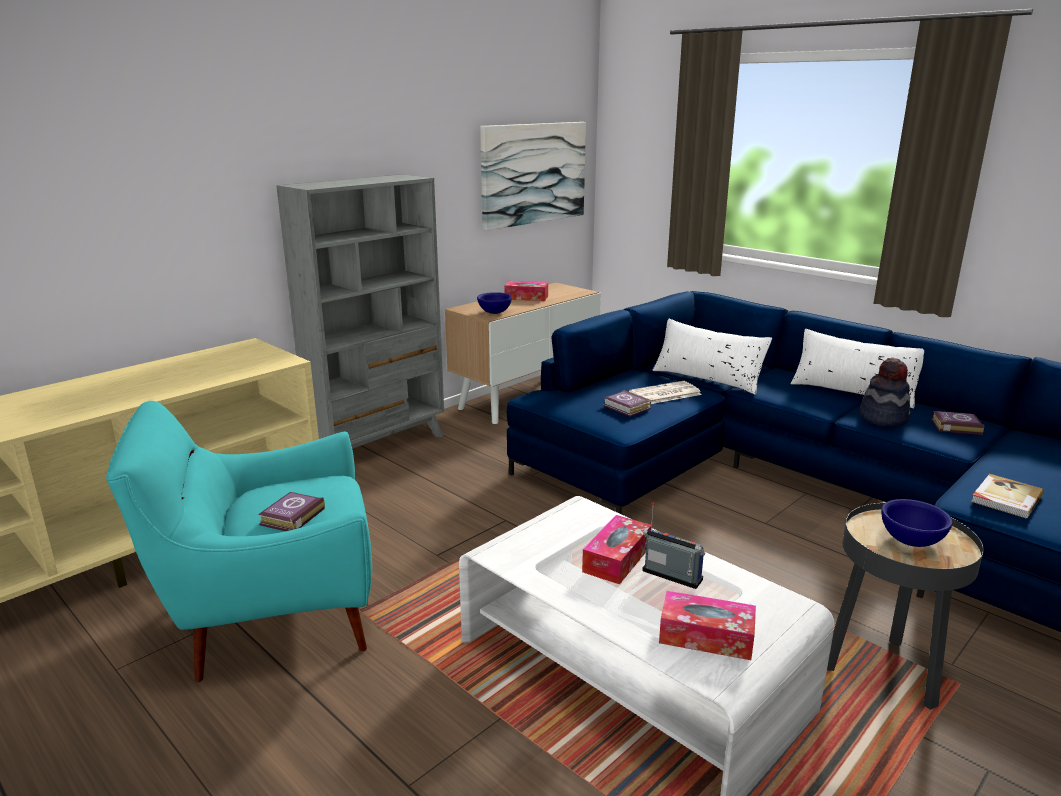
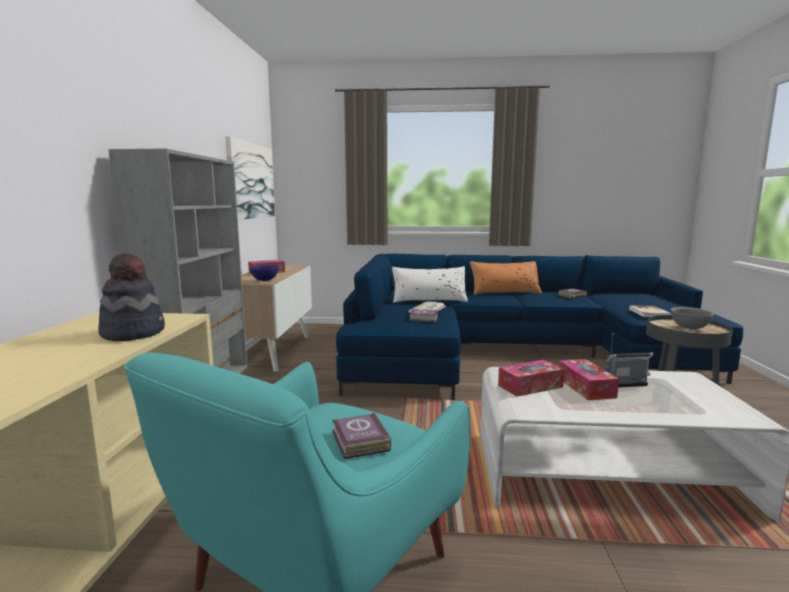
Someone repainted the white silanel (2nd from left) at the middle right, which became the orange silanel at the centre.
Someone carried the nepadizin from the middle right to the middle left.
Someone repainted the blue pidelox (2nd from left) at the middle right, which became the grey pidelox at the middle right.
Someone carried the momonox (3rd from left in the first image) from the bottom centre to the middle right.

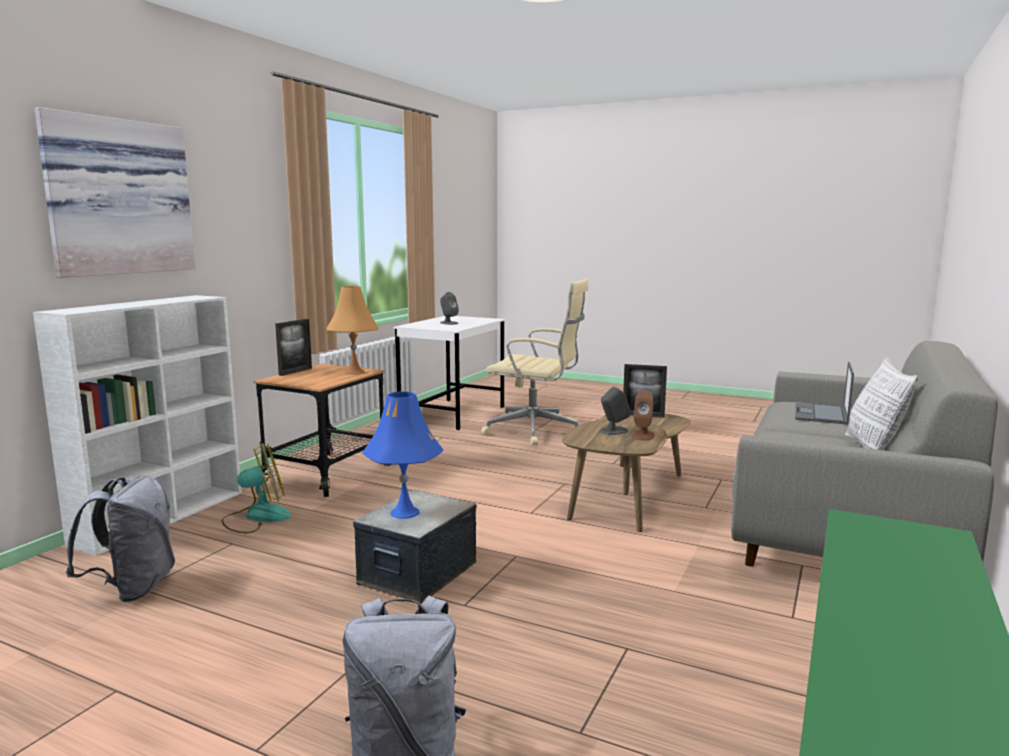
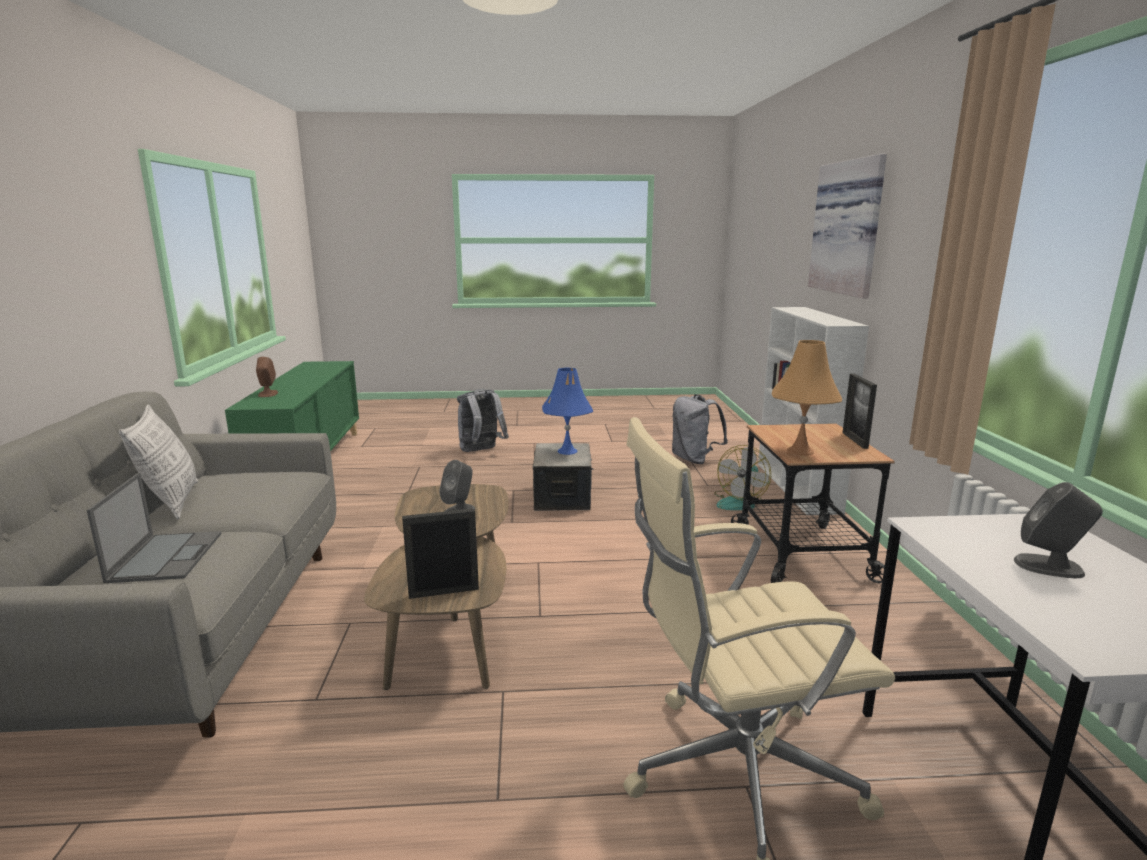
Someone carried the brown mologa from the centre to the middle left.

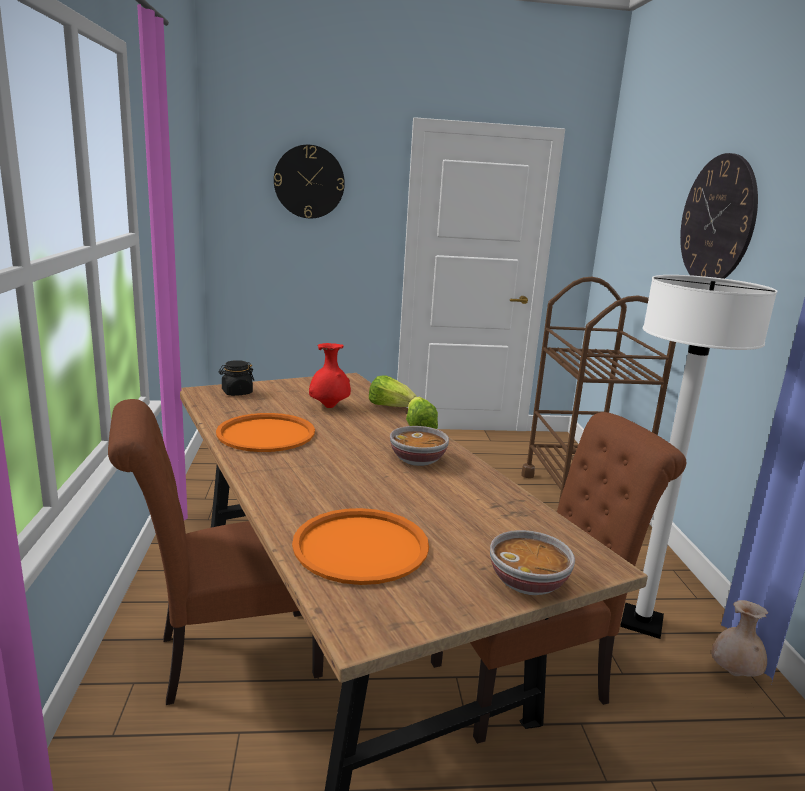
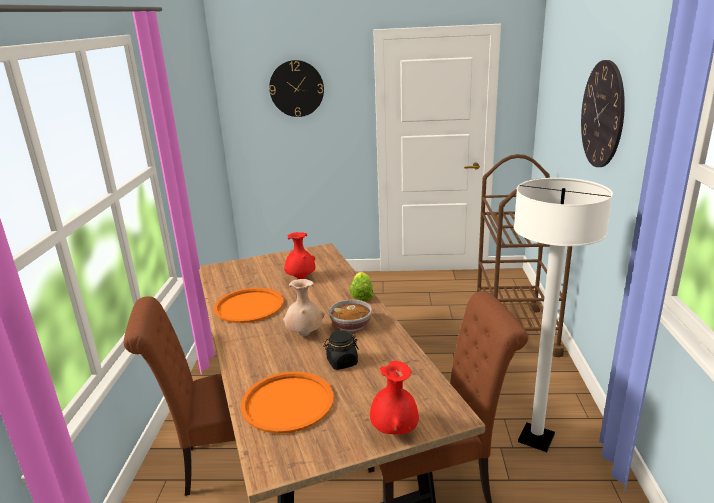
Someone carried the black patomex from the middle left to the bottom centre.
Someone took away the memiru (1st from left) at the centre.
Someone swapped the pidelox (2nd from left) at the bottom centre for the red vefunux (2nd from left) at the bottom centre.
Someone carried the beige vefunux from the bottom right to the centre.

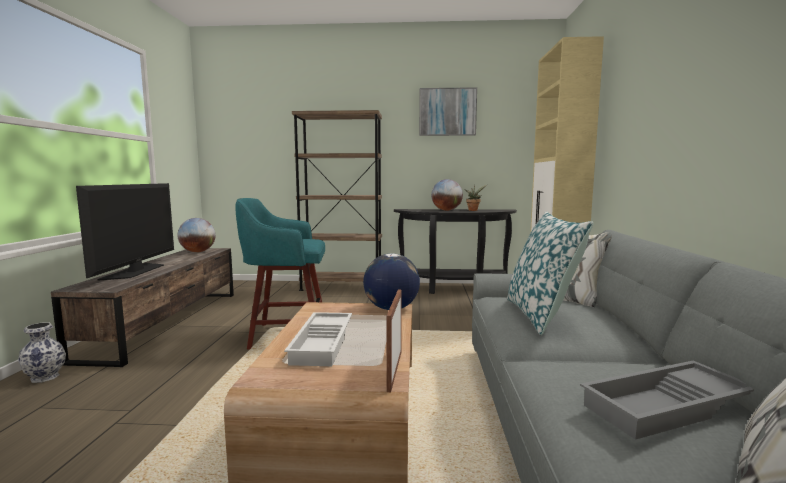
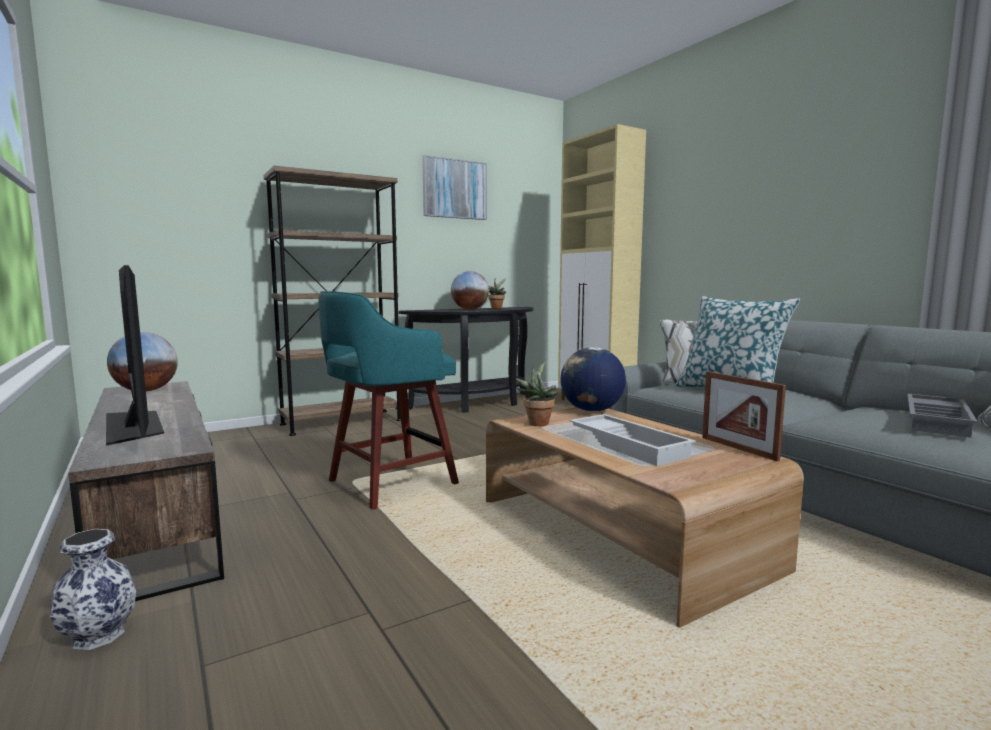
Someone put down the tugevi (2nd from left) at the centre.

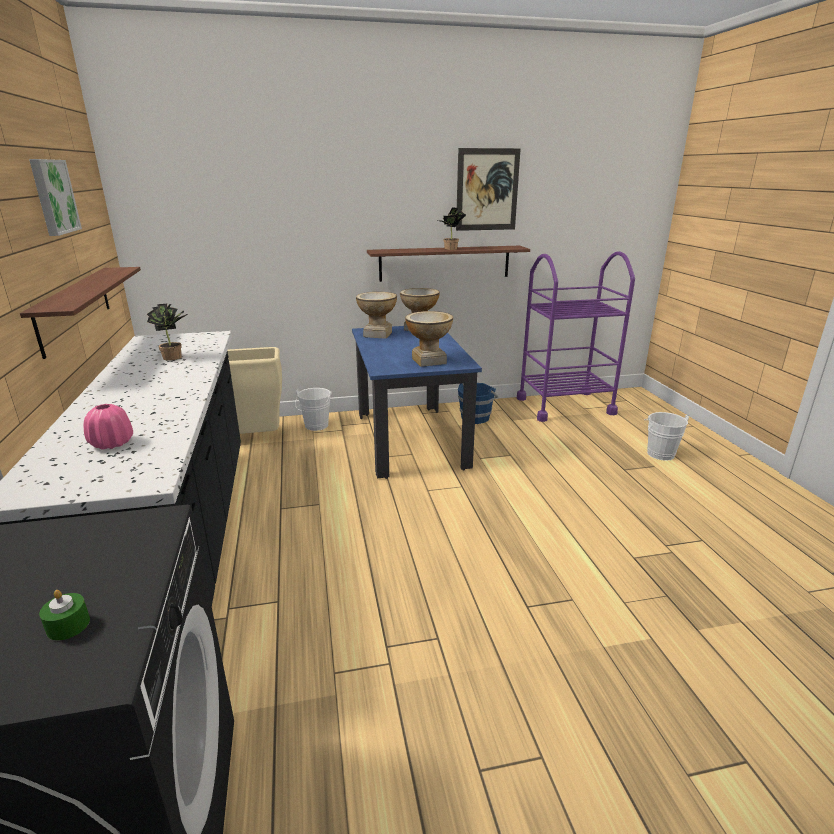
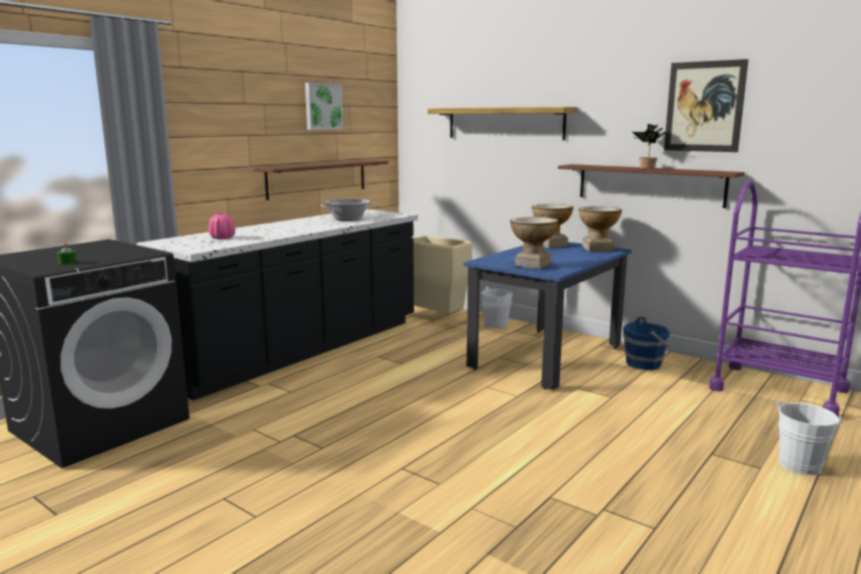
Someone swapped the tugevi (1st from left) at the middle left for the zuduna at the centre.
Someone put up the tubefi (2nd from left) at the top centre.

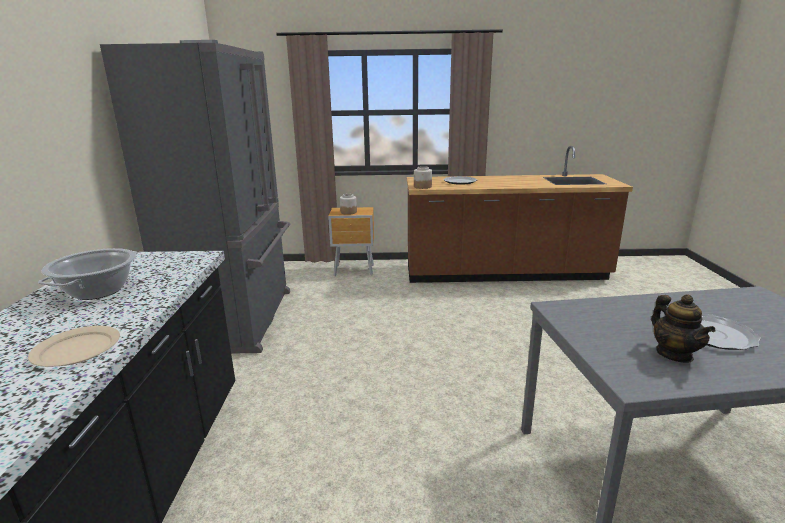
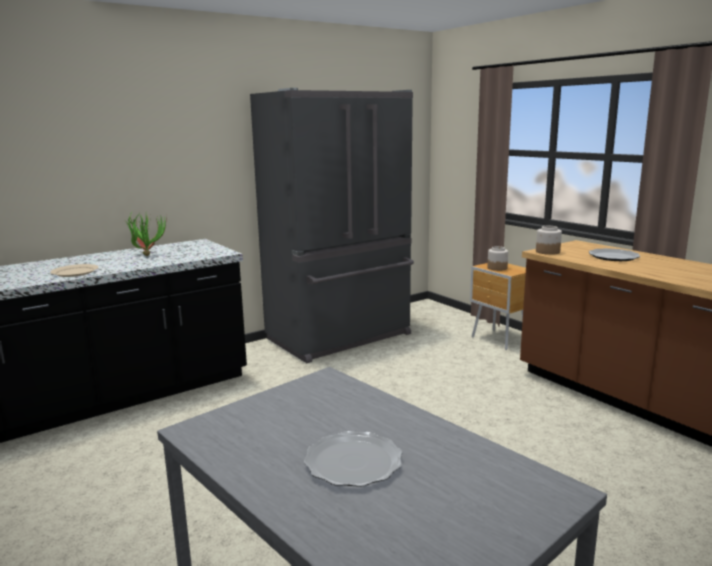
Someone swapped the zuduna at the middle left for the tugevi at the middle left.
Someone took away the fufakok at the middle right.

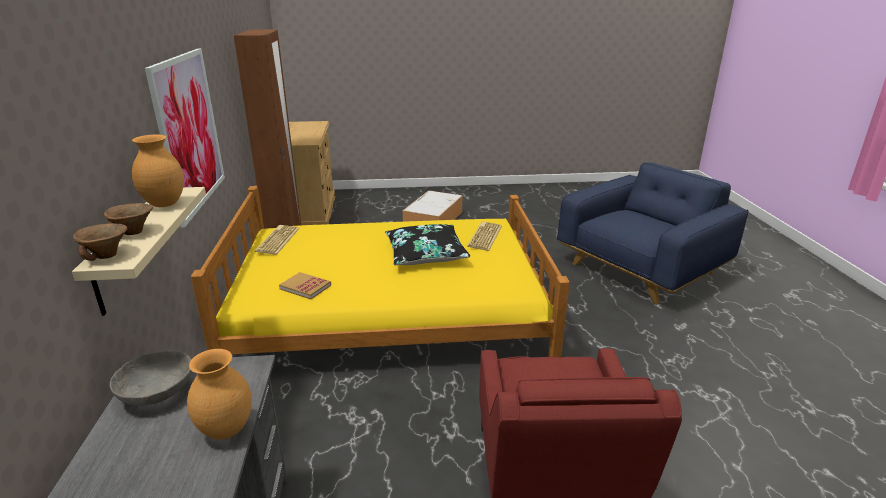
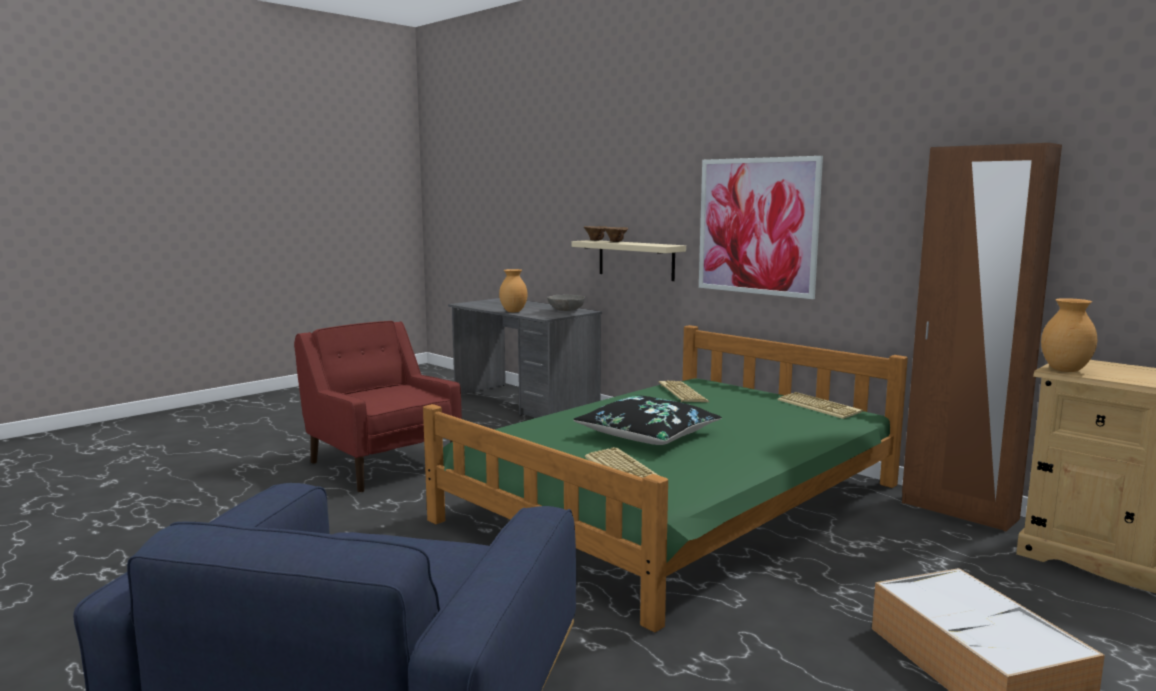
Someone carried the brown vefunux (1st from left in the first image) from the middle left to the middle right.
Someone repainted the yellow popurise at the centre, which became the green popurise at the bottom centre.
Someone swapped the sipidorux at the centre for the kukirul (2nd from left) at the centre.

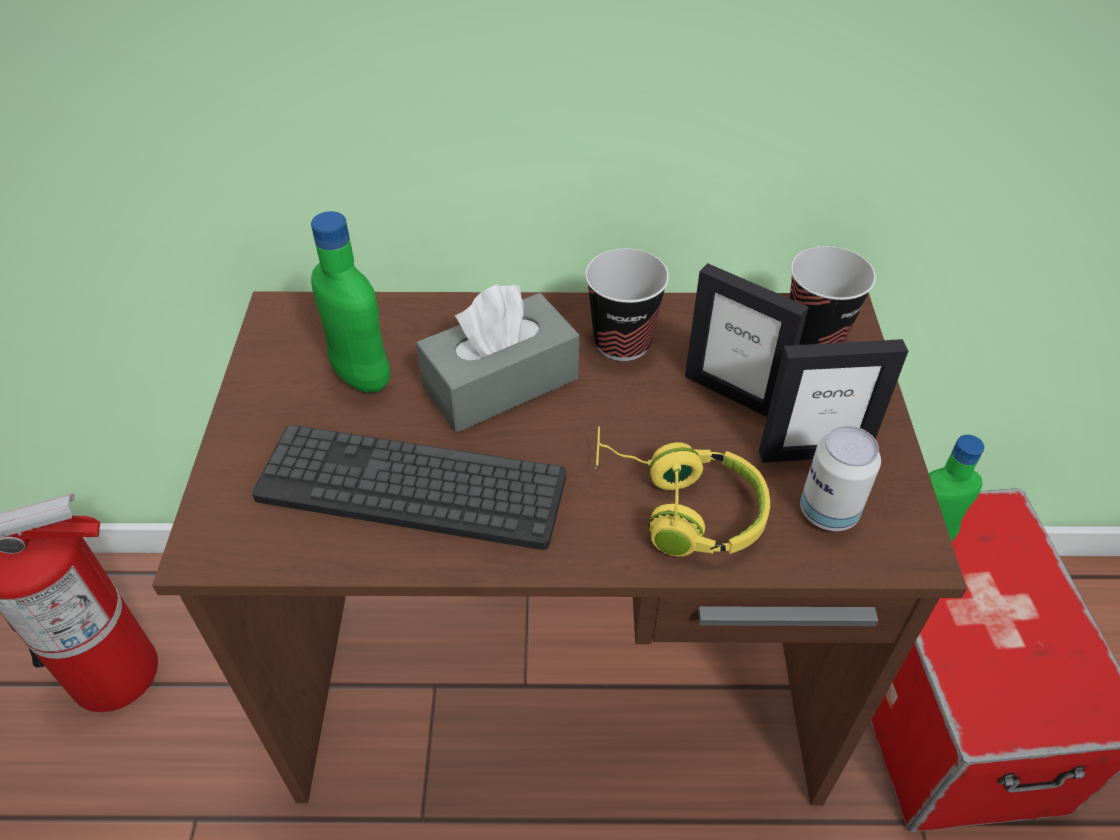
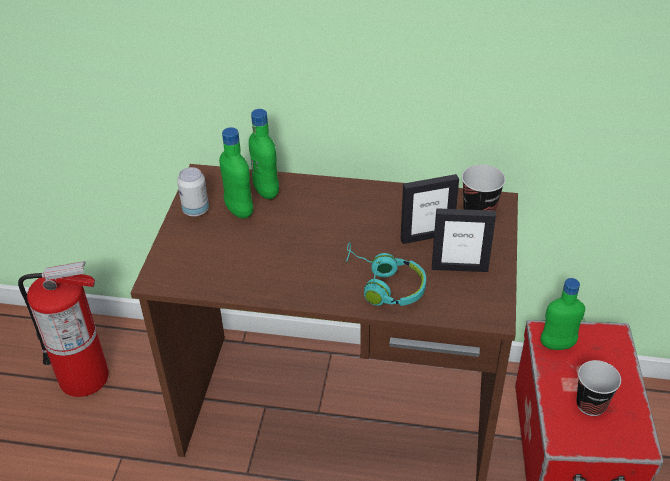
Someone carried the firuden (1st from left in the first image) from the centre to the bottom right.
Someone rotated the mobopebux (1st from left) at the middle right by 60 degrees counterclockwise.
Someone took away the grey momonox at the centre.
Someone took away the kukirul at the centre.
Someone repainted the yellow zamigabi at the centre, which became the turquoise zamigabi at the centre.
Someone carried the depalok from the middle right to the middle left.
Someone put down the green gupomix (2nd from left) at the top centre.

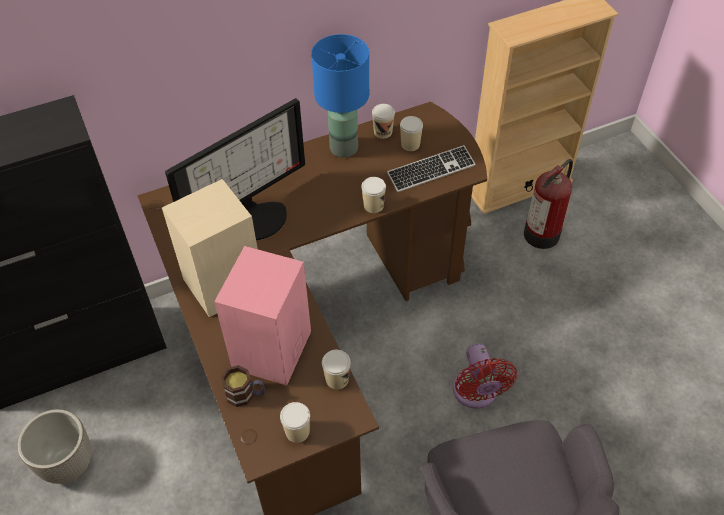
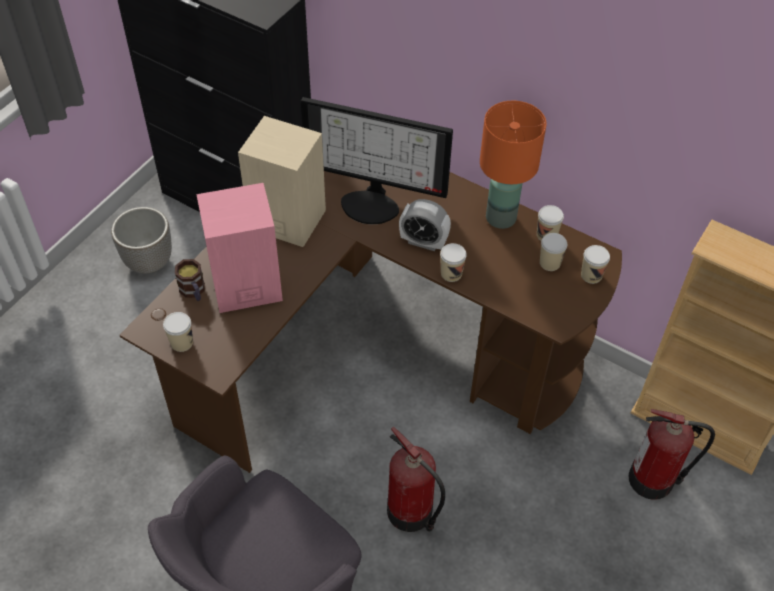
Someone repainted the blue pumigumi at the top centre, which became the orange pumigumi at the top centre.
Someone took away the kukirul at the top centre.
Someone swapped the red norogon at the bottom right for the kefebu (1st from left) at the bottom centre.
Someone carried the firuden (2nd from left in the first image) from the bottom centre to the middle right.
Someone put down the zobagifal at the centre.

